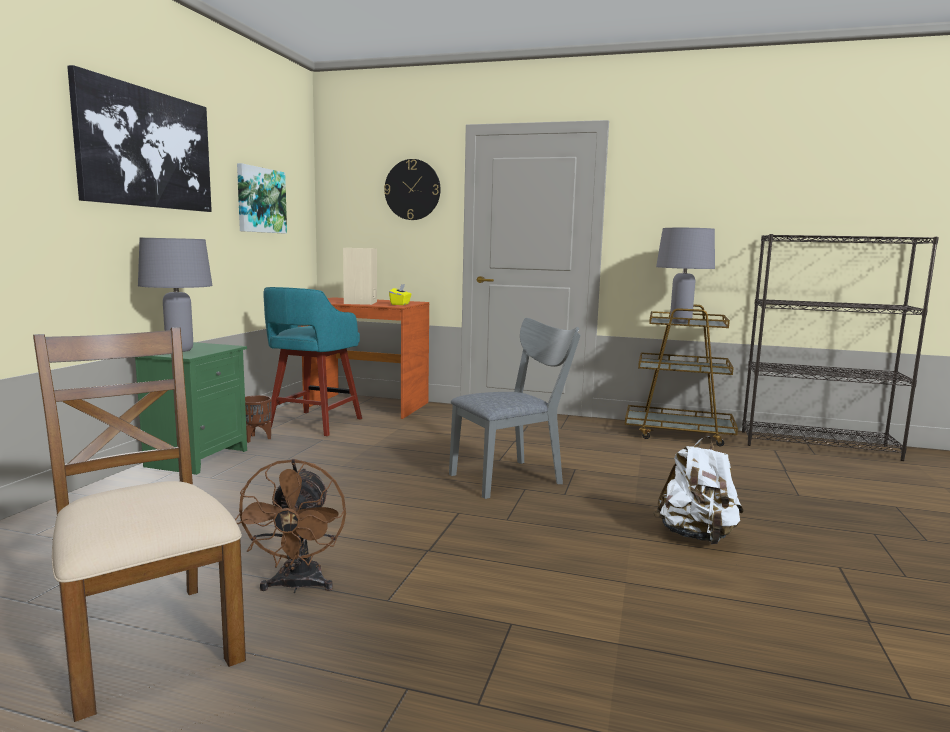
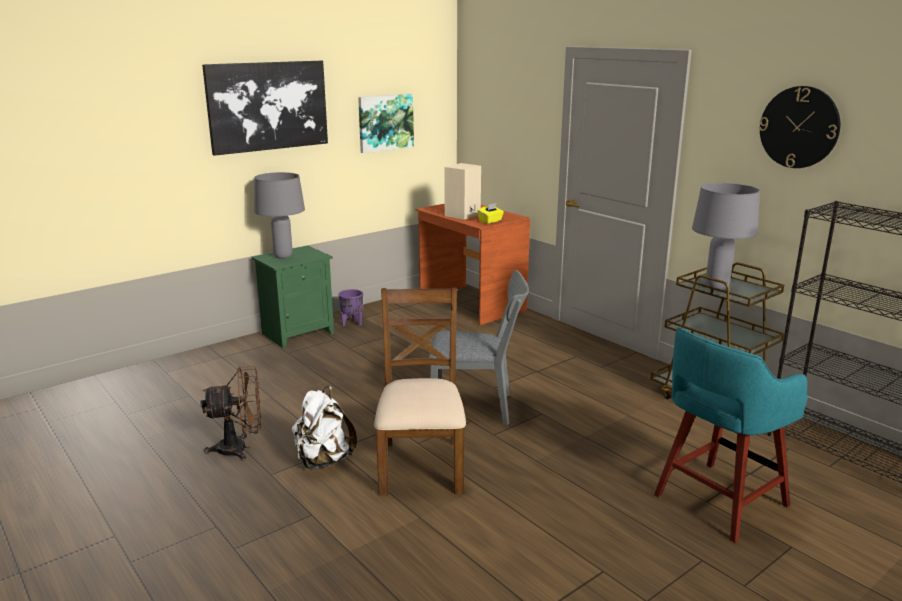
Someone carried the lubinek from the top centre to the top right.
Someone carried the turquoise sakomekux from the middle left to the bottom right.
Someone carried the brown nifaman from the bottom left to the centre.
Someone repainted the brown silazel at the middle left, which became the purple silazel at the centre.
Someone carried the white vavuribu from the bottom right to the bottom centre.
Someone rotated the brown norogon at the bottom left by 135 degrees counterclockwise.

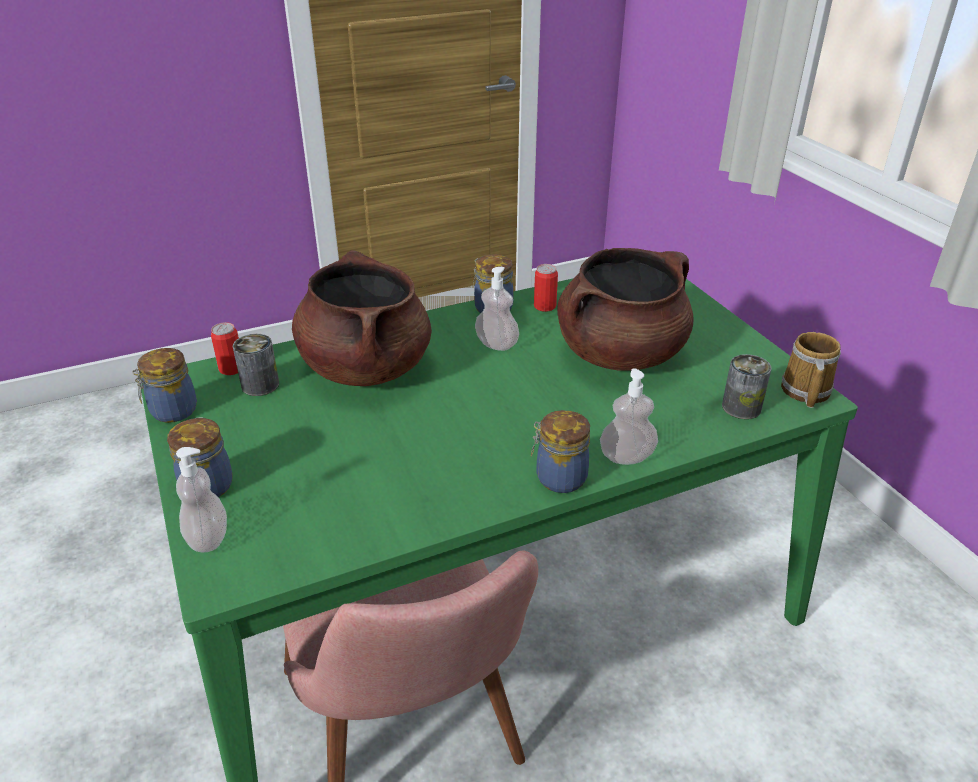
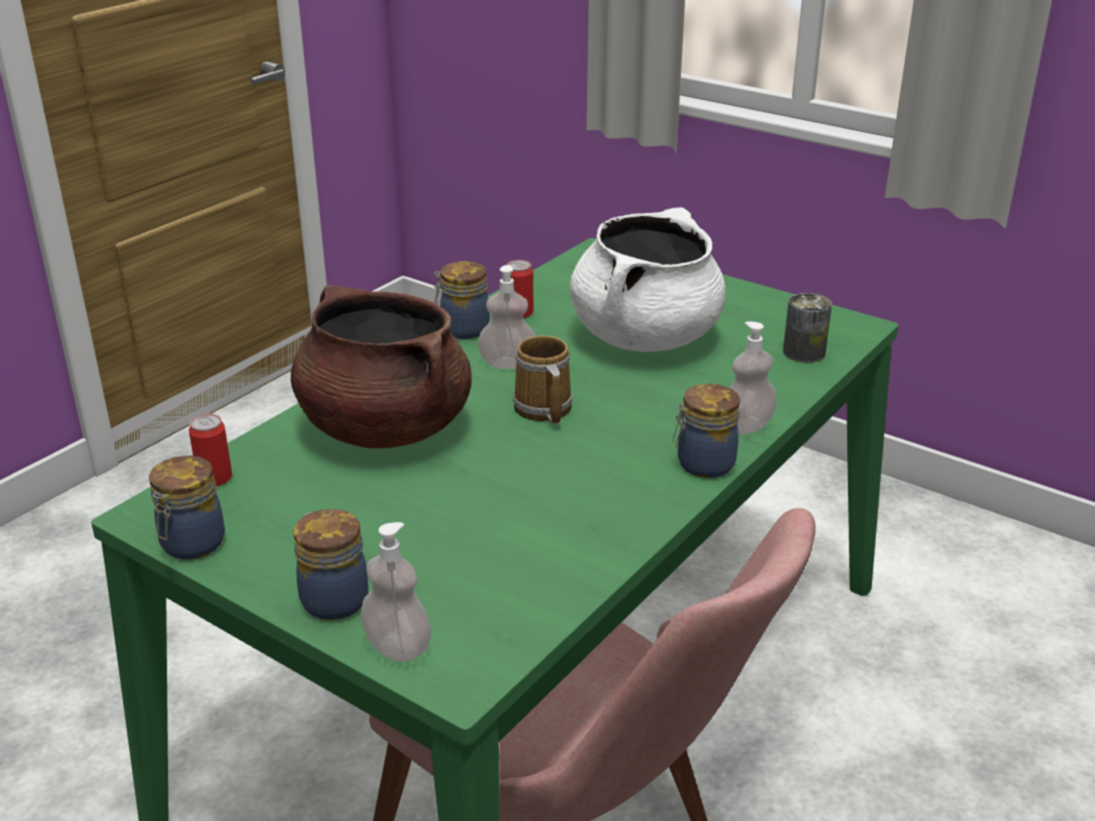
Someone repainted the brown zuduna (2nd from left) at the centre, which became the white zuduna at the centre.
Someone carried the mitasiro from the middle right to the centre.
Someone took away the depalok (2nd from left) at the middle left.

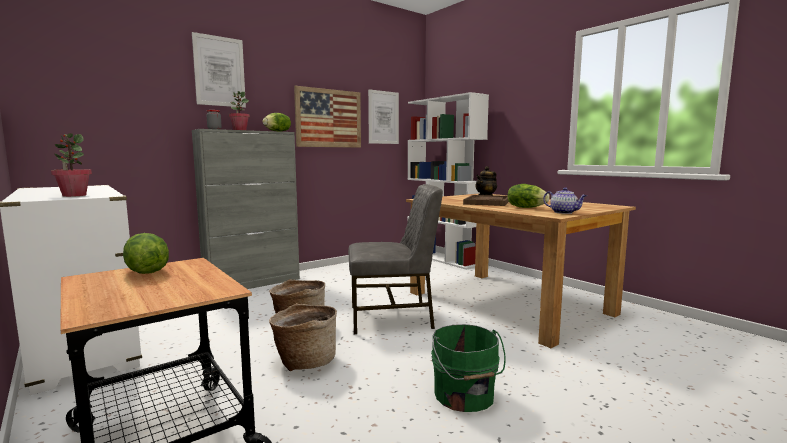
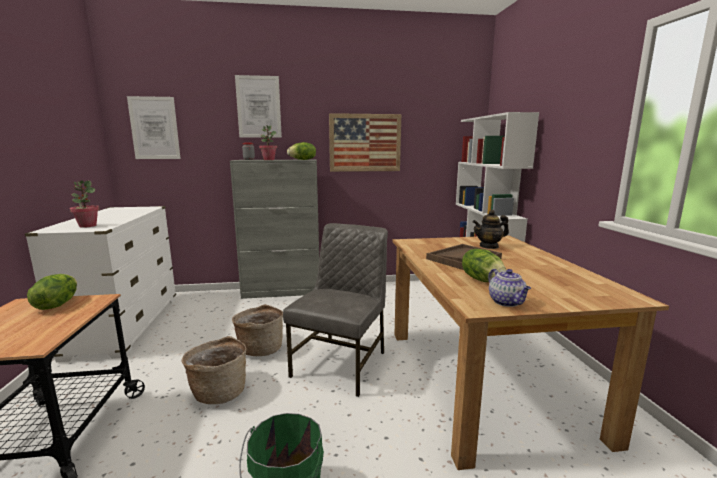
Someone carried the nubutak (3rd from left in the first image) from the top centre to the top left.
Someone rotated the grey nifaman at the centre by 90 degrees counterclockwise.

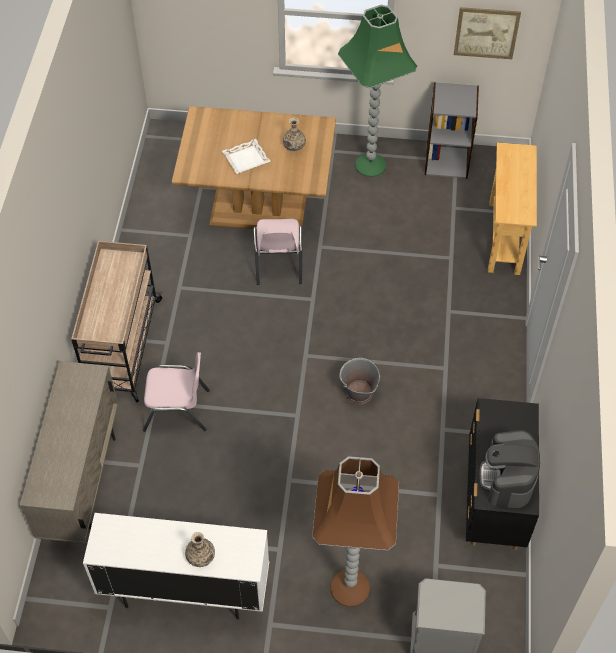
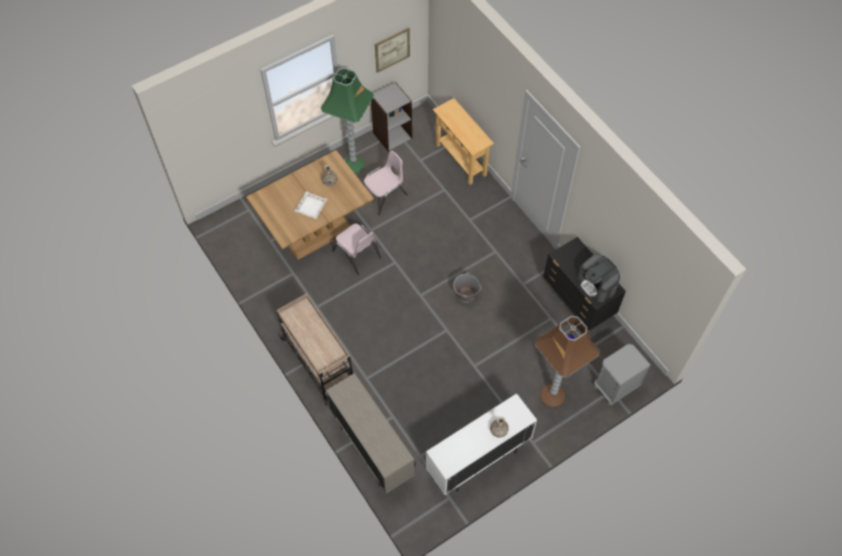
Someone carried the pink nifaman (1st from left in the first image) from the middle left to the top centre.

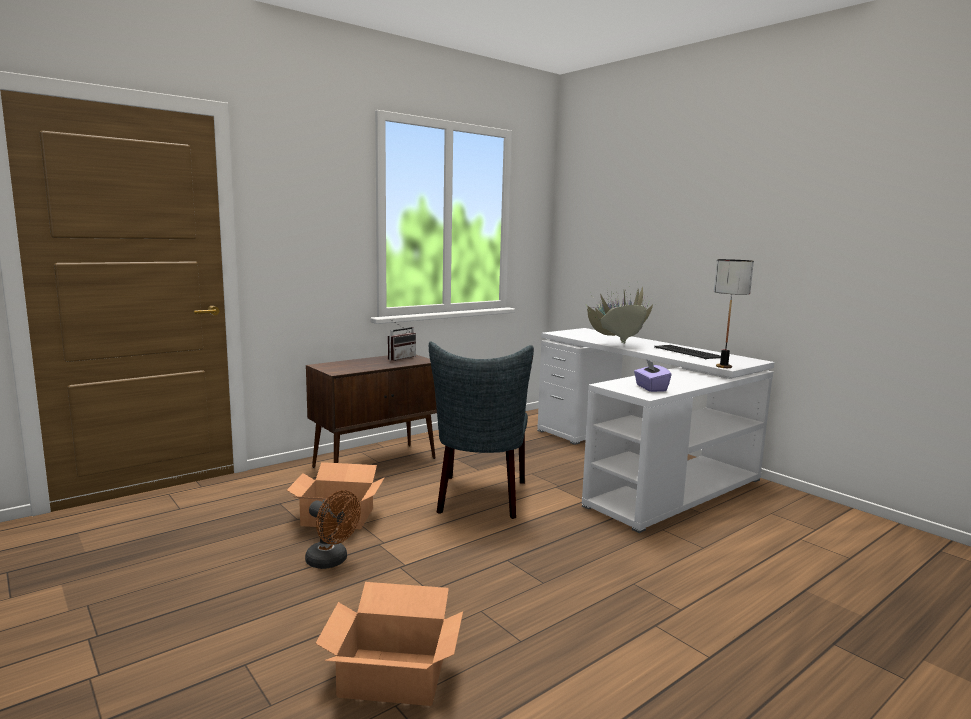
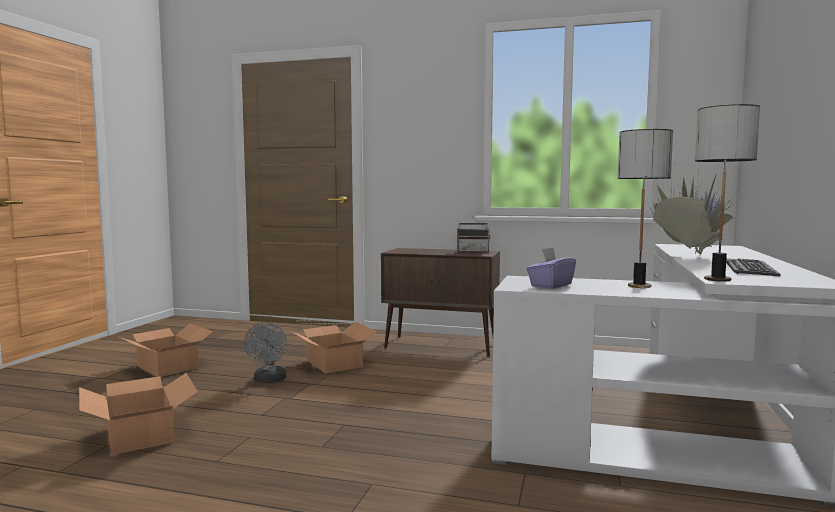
Someone took away the grey nifaman at the centre.
Someone repainted the brown norogon at the bottom centre, which became the grey norogon at the bottom left.
Someone put down the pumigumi (1st from left) at the middle right.
Someone put down the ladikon (2nd from left) at the bottom left.

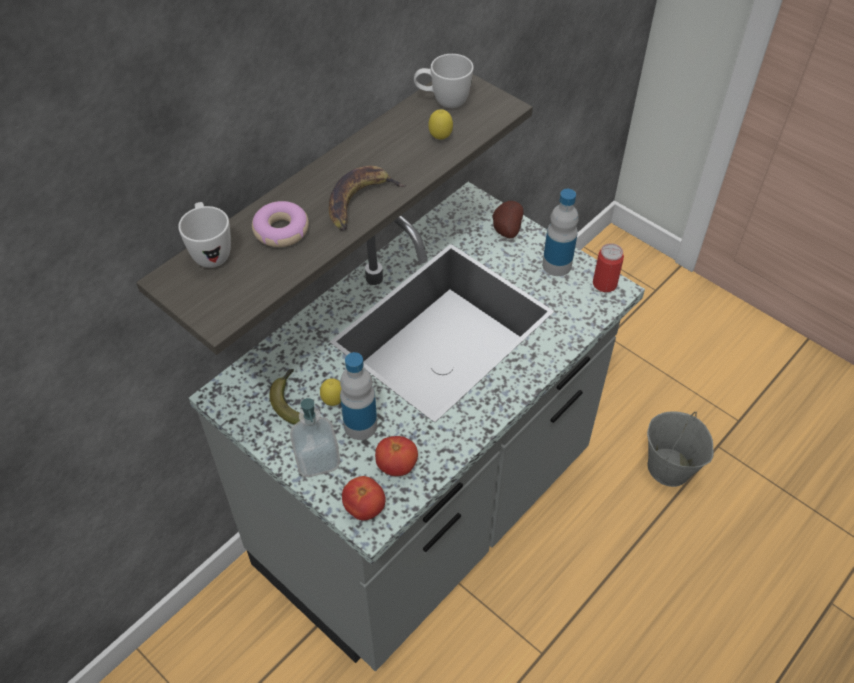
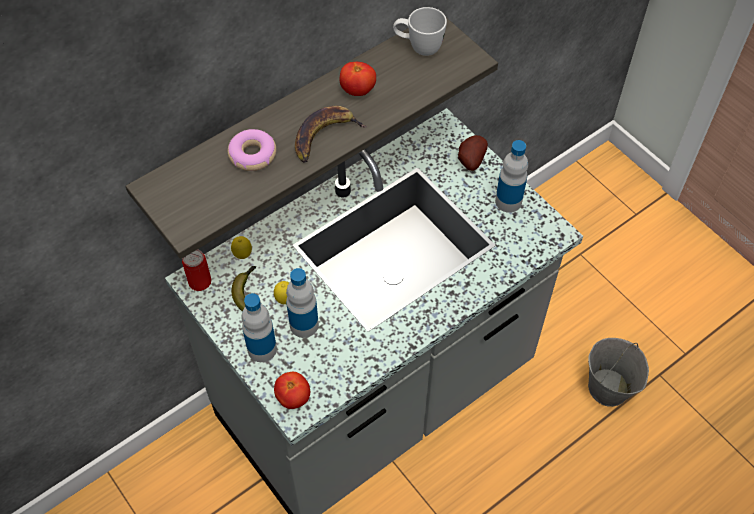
Someone carried the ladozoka (2nd from left in the first image) from the top centre to the middle left.
Someone took away the white mitasiro (1st from left) at the middle left.
Someone carried the depalok from the middle right to the middle left.
Someone swapped the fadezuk at the centre for the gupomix (1st from left) at the centre.
Someone carried the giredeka (2nd from left) from the bottom centre to the top centre.

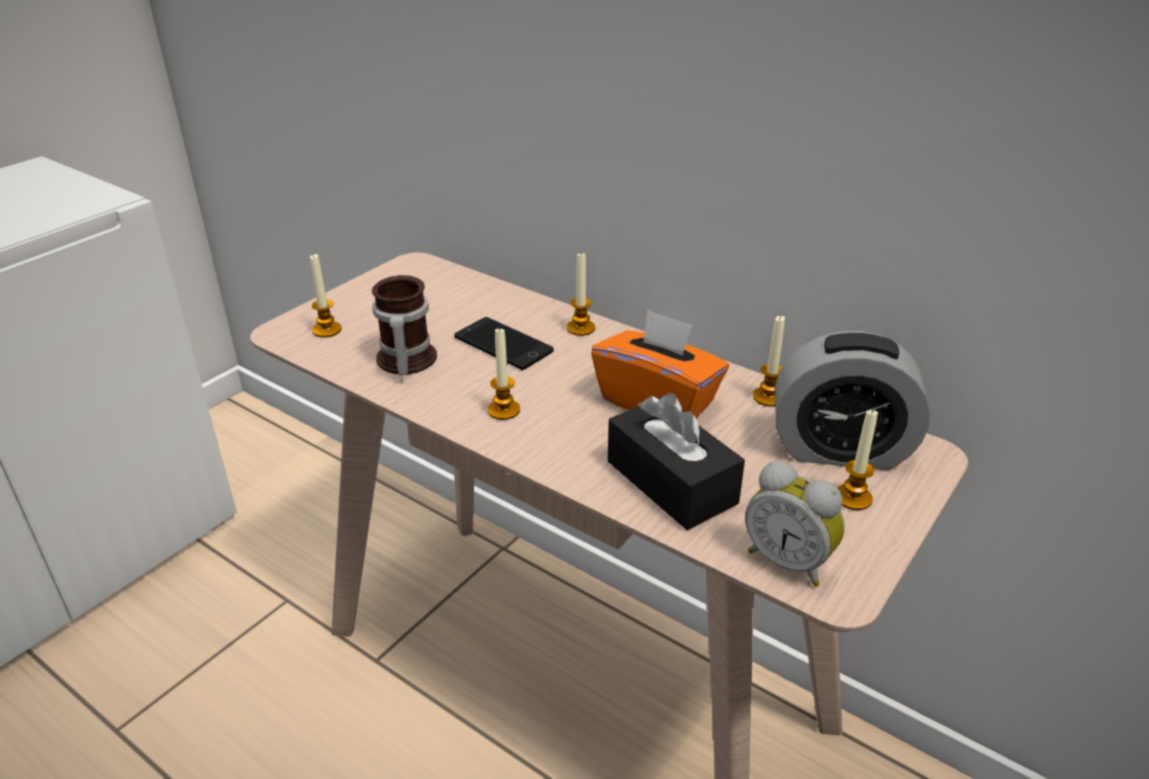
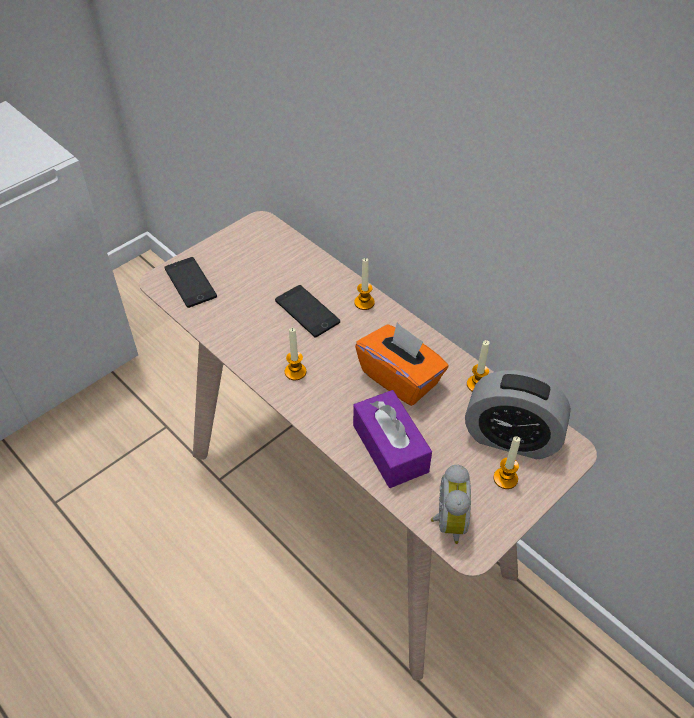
Someone swapped the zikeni (1st from left) at the middle left for the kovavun (1st from left) at the middle left.
Someone took away the mitasiro at the centre.
Someone repainted the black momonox at the centre, which became the purple momonox at the centre.
Someone rotated the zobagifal (1st from left) at the bottom right by 135 degrees counterclockwise.

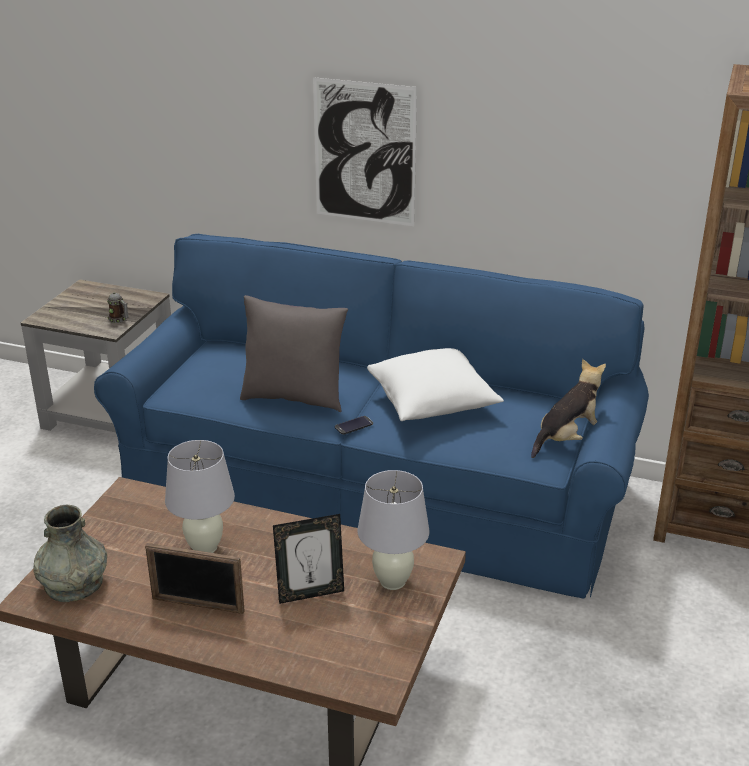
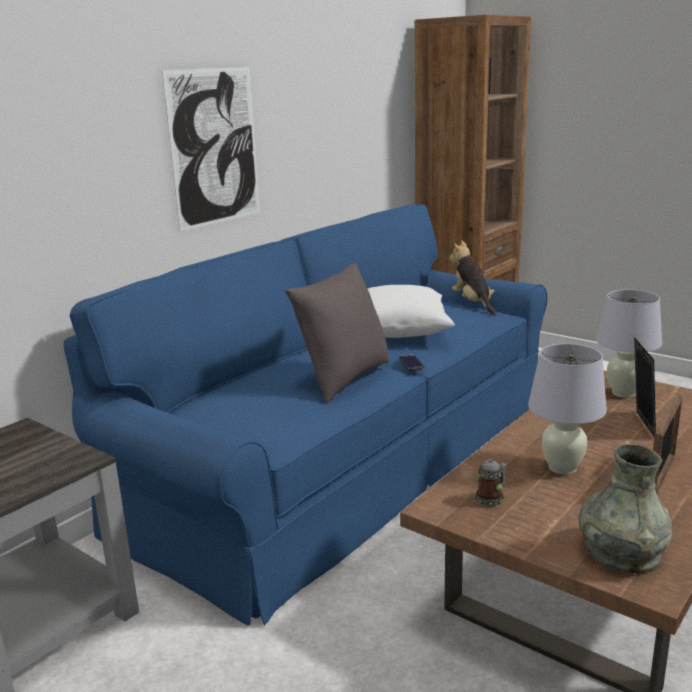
Someone carried the mitasiro from the middle left to the bottom right.

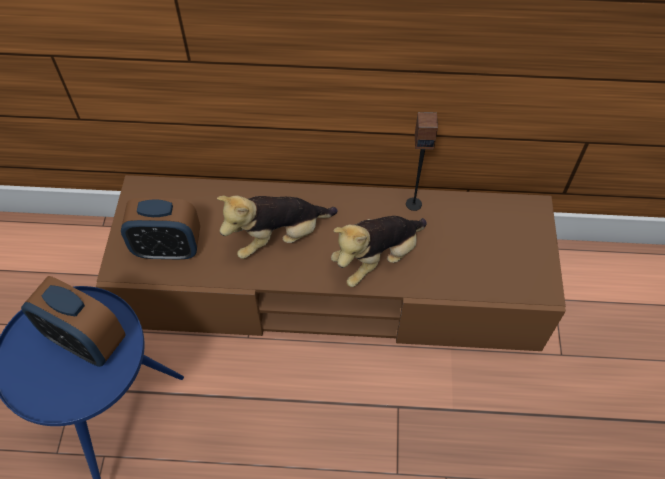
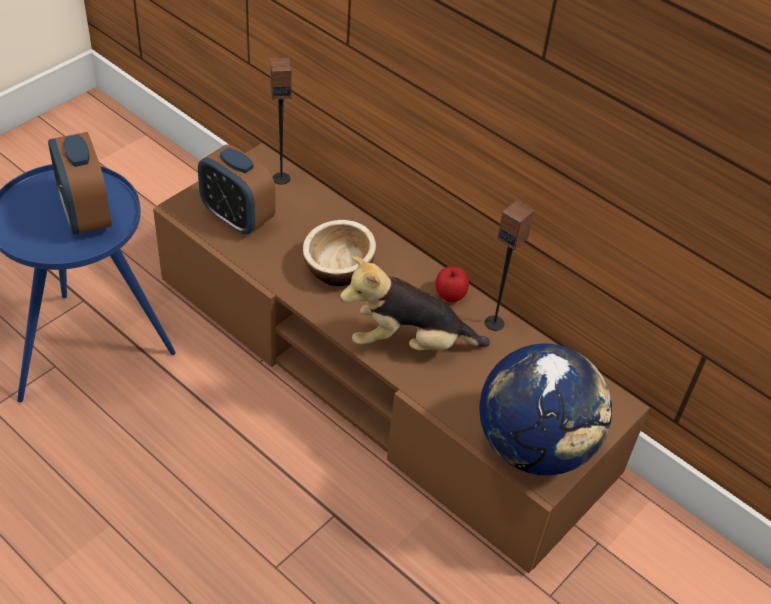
Someone swapped the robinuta (1st from left) at the centre for the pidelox at the centre.
Someone put down the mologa (1st from left) at the top centre.
Someone put down the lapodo at the centre.
Someone put down the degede at the bottom right.

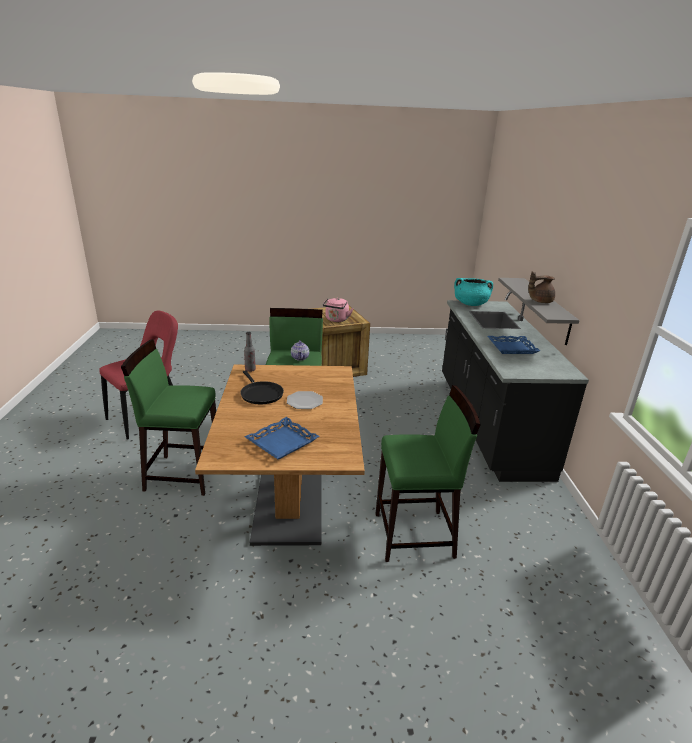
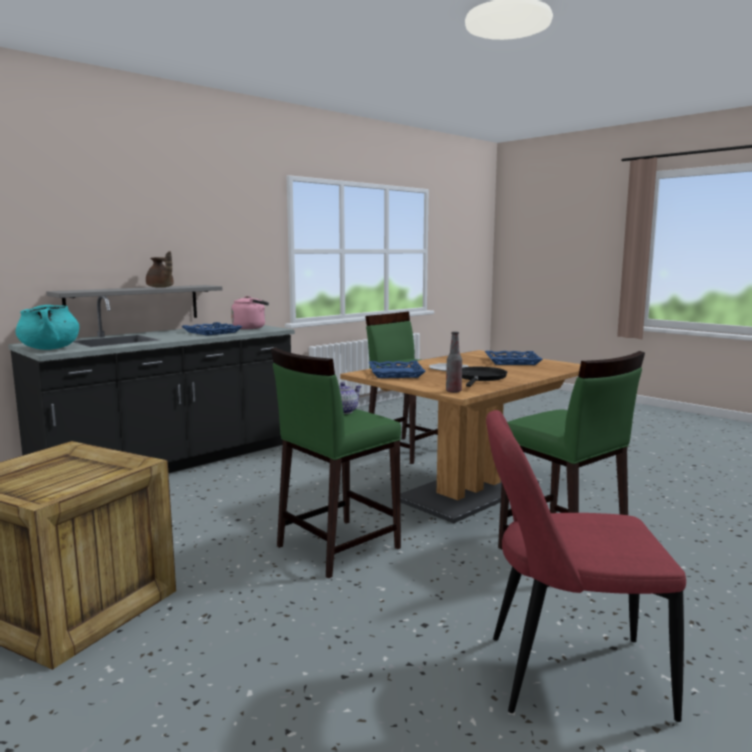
Someone carried the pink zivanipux from the centre to the middle left.
Someone put down the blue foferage (2nd from left) at the centre.

